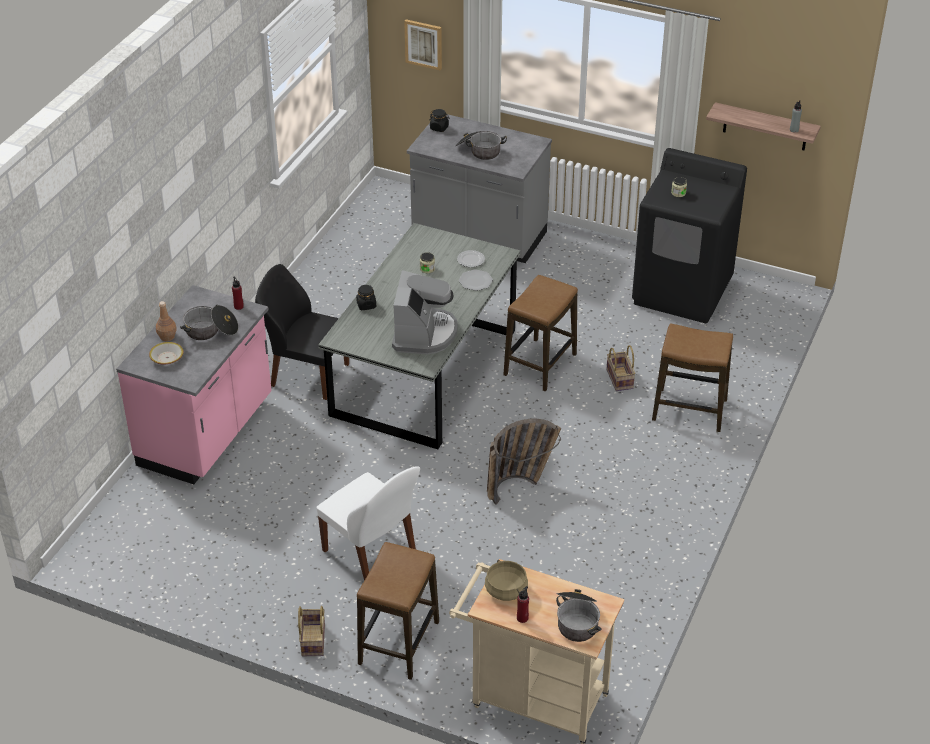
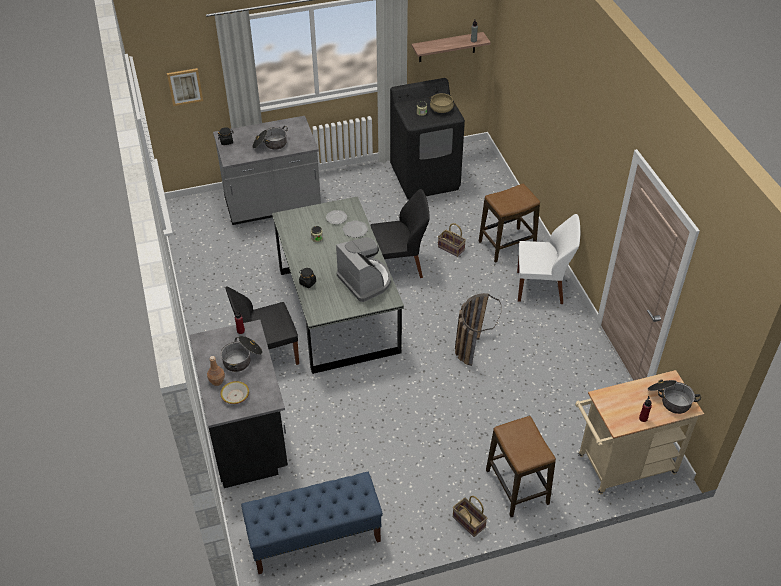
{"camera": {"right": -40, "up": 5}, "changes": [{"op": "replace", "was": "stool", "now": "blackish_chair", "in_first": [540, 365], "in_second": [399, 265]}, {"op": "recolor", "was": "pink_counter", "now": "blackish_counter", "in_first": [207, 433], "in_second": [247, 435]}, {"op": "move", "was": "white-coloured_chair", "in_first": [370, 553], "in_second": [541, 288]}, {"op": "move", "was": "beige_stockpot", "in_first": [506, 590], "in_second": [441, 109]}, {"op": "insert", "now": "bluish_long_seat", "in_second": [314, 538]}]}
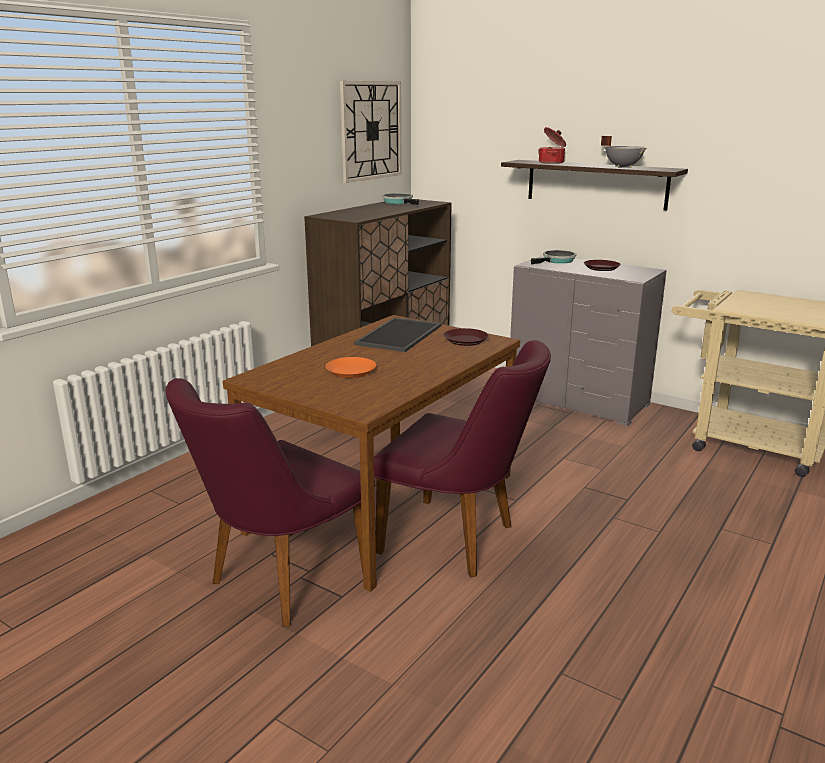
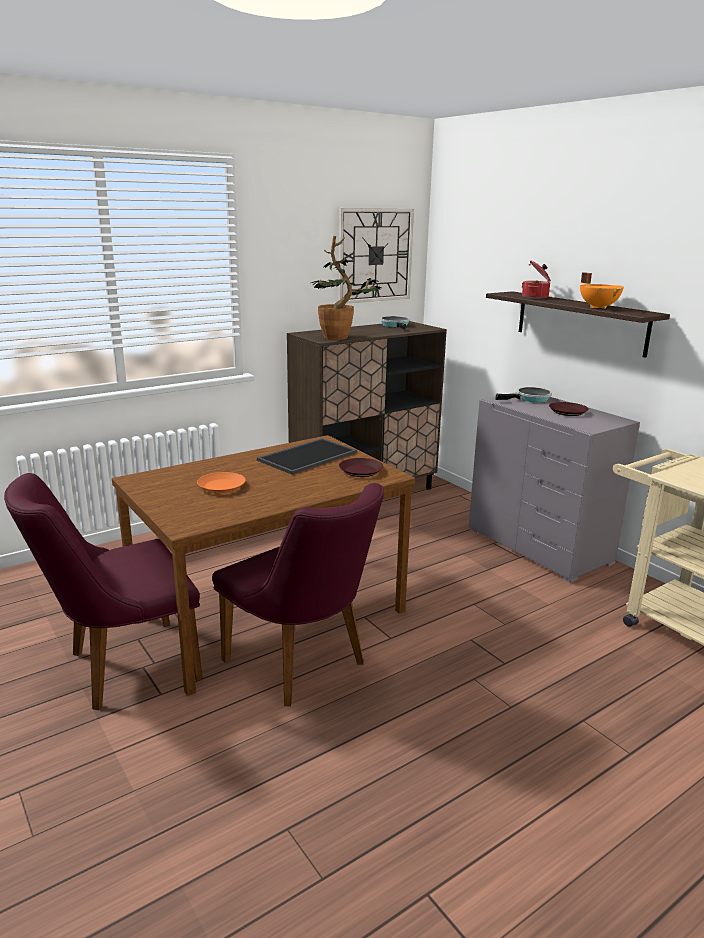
{"camera": {"right": 20, "up": 0}, "changes": [{"op": "recolor", "was": "grey_stockpot", "now": "orange_stockpot", "in_first": [623, 167], "in_second": [599, 307]}, {"op": "insert", "now": "houseplant", "in_second": [342, 337]}]}
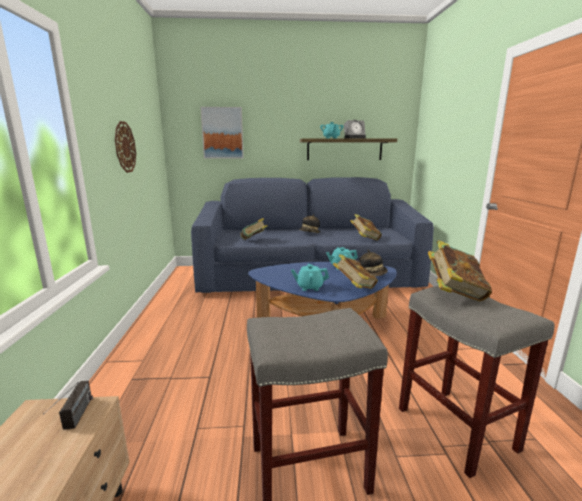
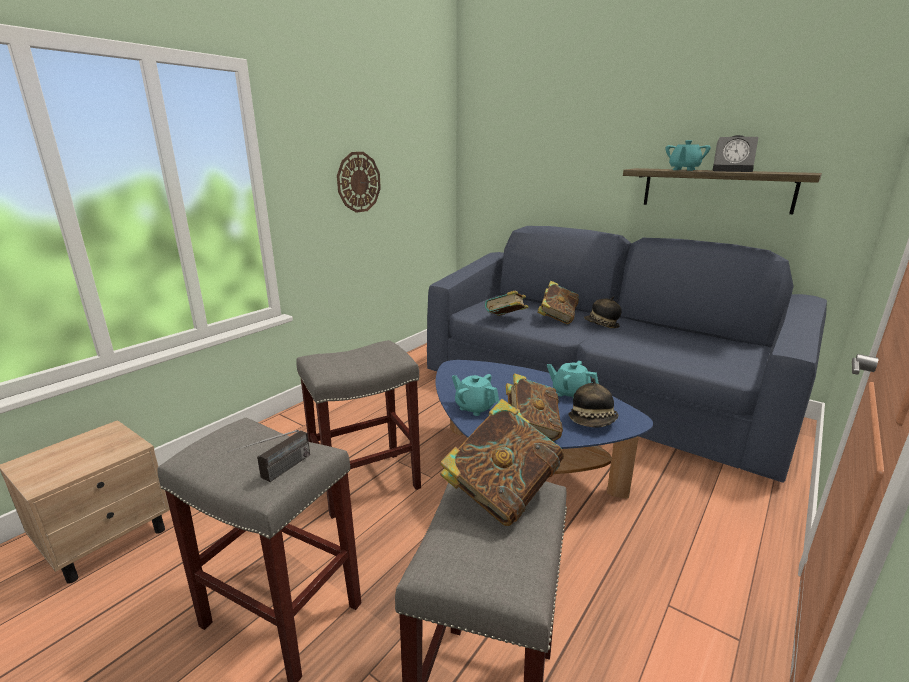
{"camera": {"right": 40, "up": 5}, "changes": [{"op": "delete", "was": "picture", "in_first": [222, 133]}, {"op": "move", "was": "book", "in_first": [365, 238], "in_second": [557, 318]}, {"op": "move", "was": "radio_receiver", "in_first": [74, 421], "in_second": [276, 474]}, {"op": "insert", "now": "grey_stool", "in_second": [367, 482]}]}
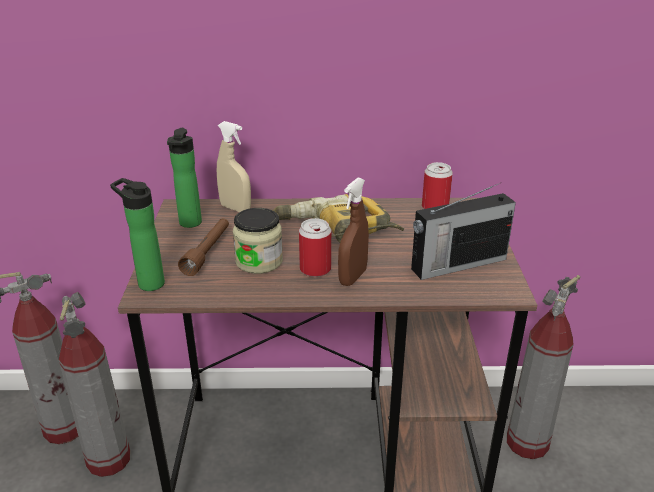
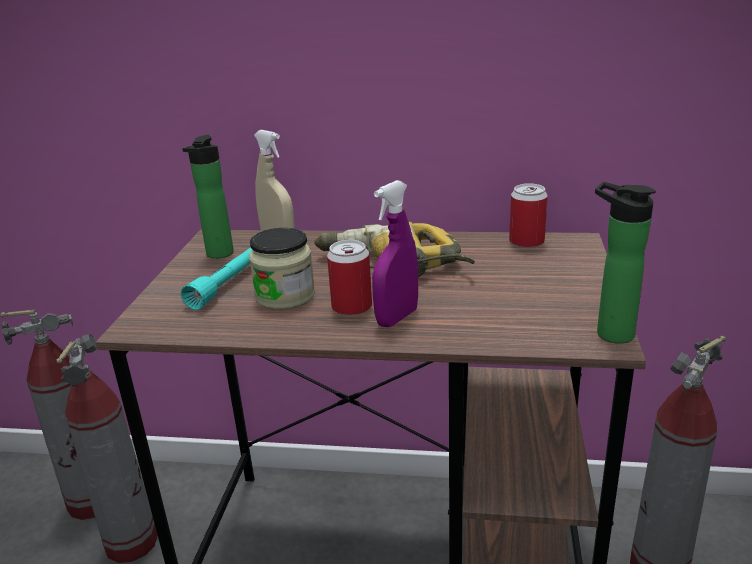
{"camera": {"right": 10, "up": -5}, "changes": [{"op": "move", "was": "drink_bottle", "in_first": [148, 283], "in_second": [609, 333]}, {"op": "recolor", "was": "brown_hand_sprayer", "now": "purple-coloured_hand_sprayer", "in_first": [352, 277], "in_second": [397, 318]}, {"op": "delete", "was": "radio_receiver", "in_first": [457, 264]}, {"op": "recolor", "was": "brown_hand_torch", "now": "blue-green_hand_torch", "in_first": [207, 252], "in_second": [227, 285]}]}
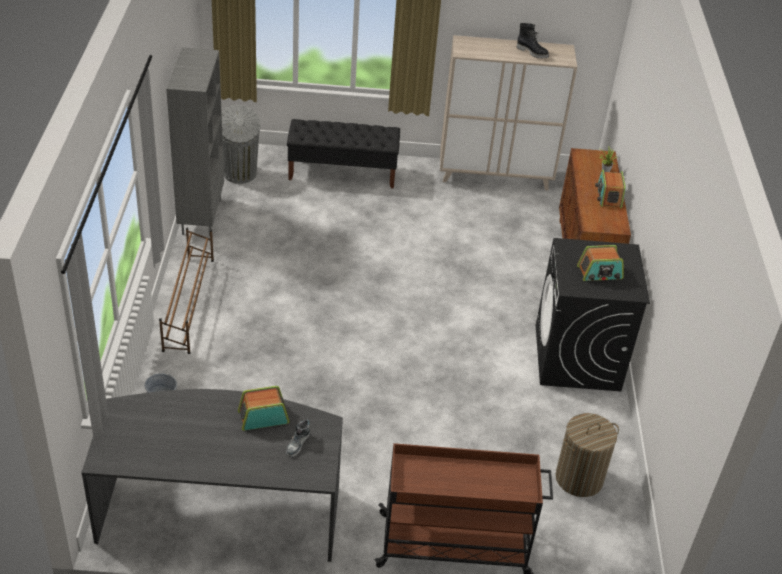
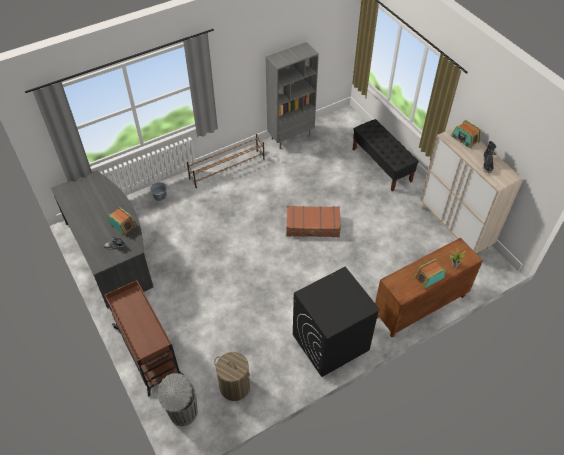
{"camera": {"right": 60, "up": 10}, "changes": [{"op": "move", "was": "grey_waste_bin", "in_first": [240, 174], "in_second": [182, 413]}, {"op": "move", "was": "radio_receiver", "in_first": [600, 273], "in_second": [464, 139]}, {"op": "insert", "now": "brown_travel_case", "in_second": [313, 226]}]}
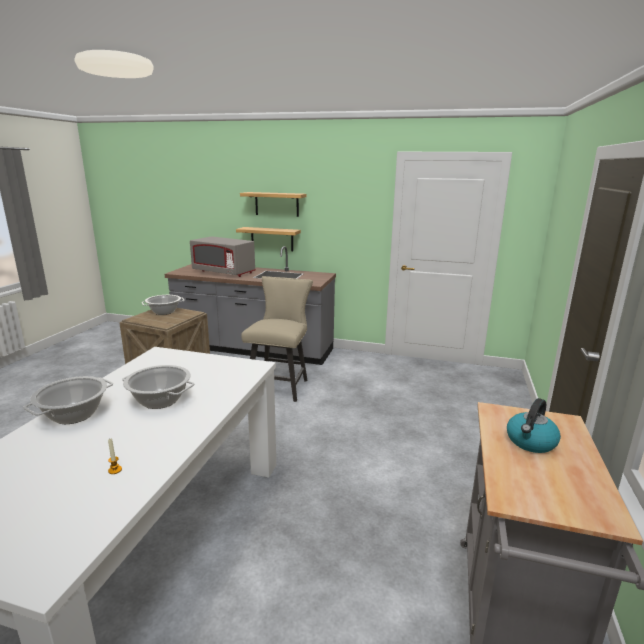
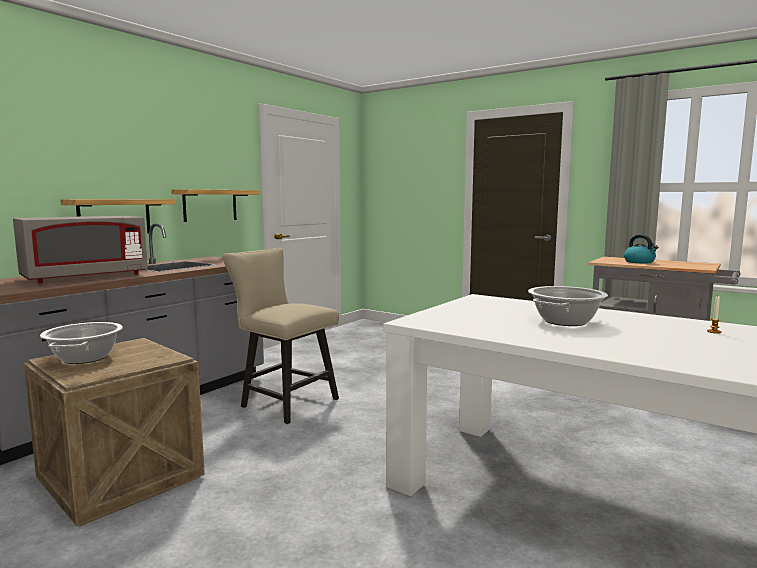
{"camera": {"right": -70, "up": -10}, "changes": [{"op": "move", "was": "wall_shelf", "in_first": [276, 204], "in_second": [210, 205]}, {"op": "delete", "was": "stockpot", "in_first": [74, 414]}]}
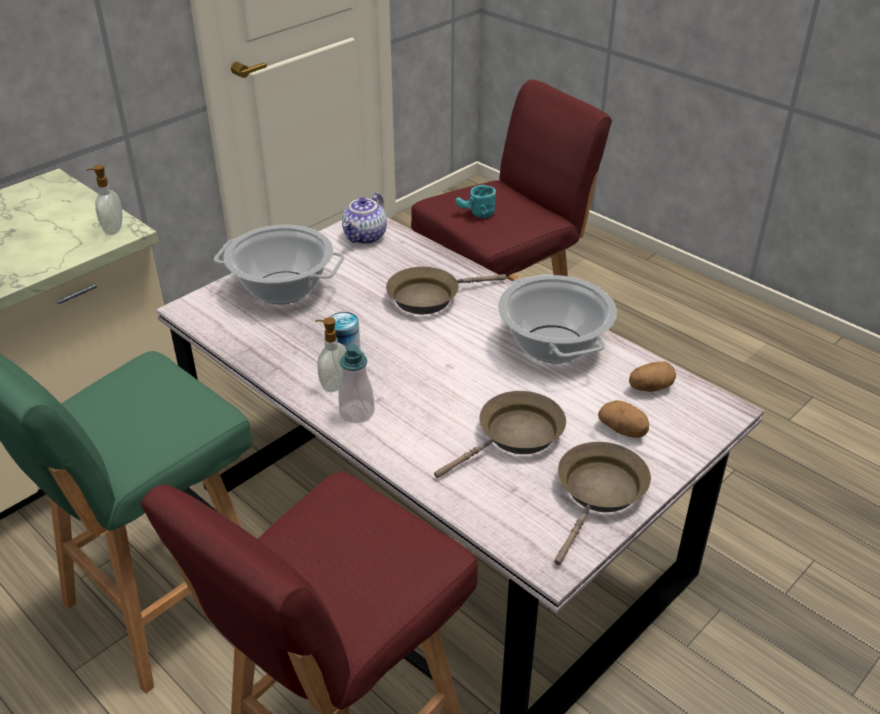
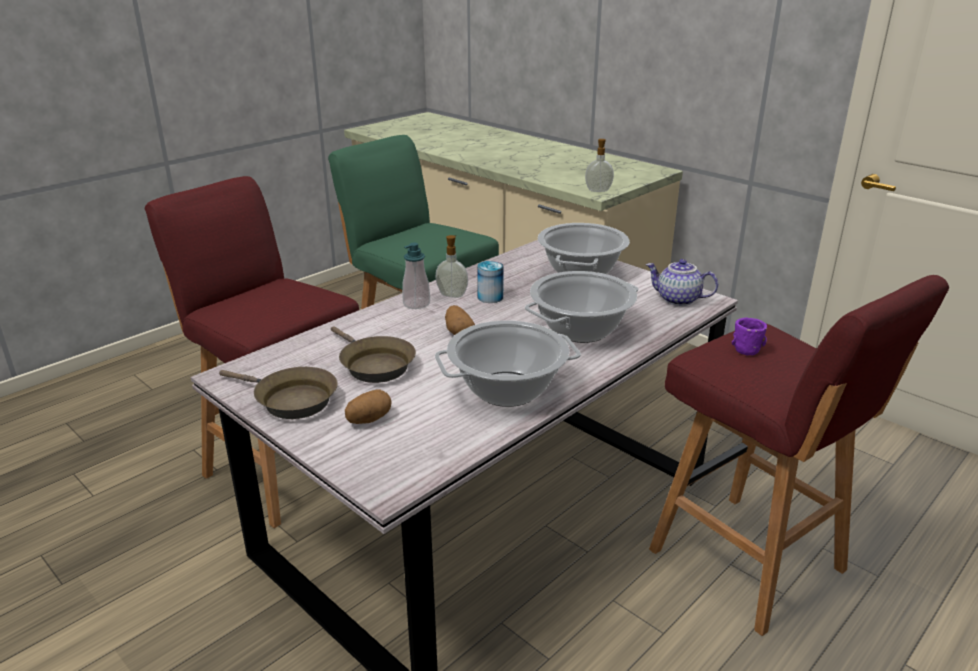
{"camera": {"right": 90, "up": -10}, "changes": [{"op": "recolor", "was": "blue-green_coffee_mug", "now": "purple-coloured_coffee_mug", "in_first": [475, 214], "in_second": [743, 346]}, {"op": "replace", "was": "brown_pan", "now": "stockpot", "in_first": [429, 297], "in_second": [581, 329]}, {"op": "move", "was": "spud", "in_first": [650, 387], "in_second": [458, 332]}]}
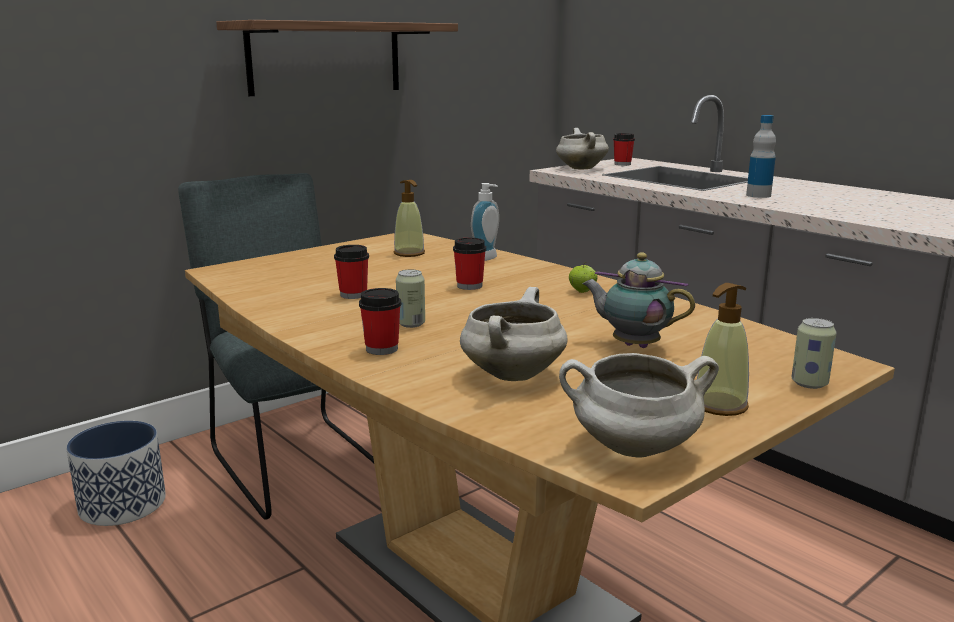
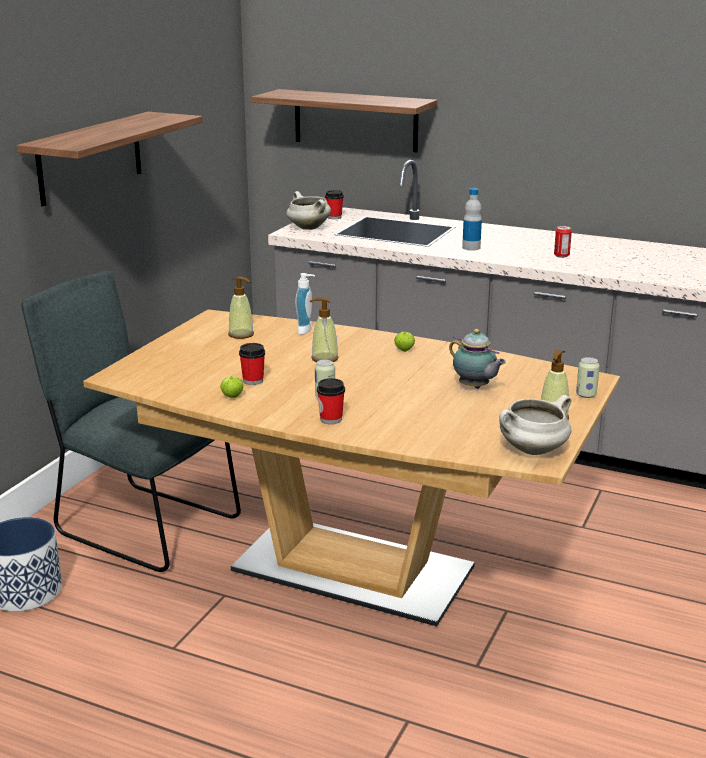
{"camera": {"right": -25, "up": 5}, "changes": [{"op": "replace", "was": "drinking_cup", "now": "liquid_soap_bottle", "in_first": [469, 286], "in_second": [324, 358]}, {"op": "rotate", "was": "tea_pot", "in_first": [632, 345], "in_second": [475, 387], "clockwise": -135}, {"op": "delete", "was": "white-coloured_stockpot", "in_first": [512, 374]}, {"op": "insert", "now": "wall_shelf", "in_second": [355, 120]}, {"op": "insert", "now": "sealed_can", "in_second": [561, 256]}, {"op": "insert", "now": "apple_fruit", "in_second": [232, 396]}]}
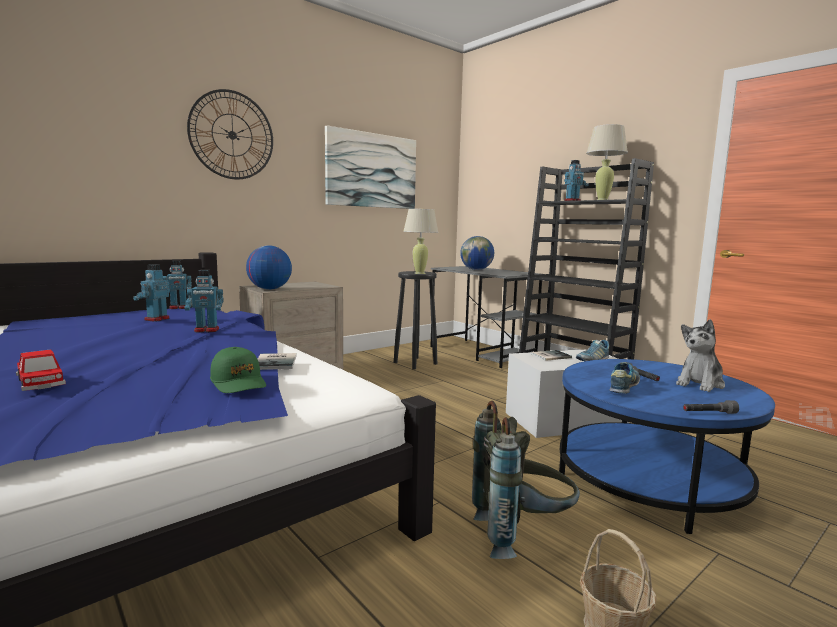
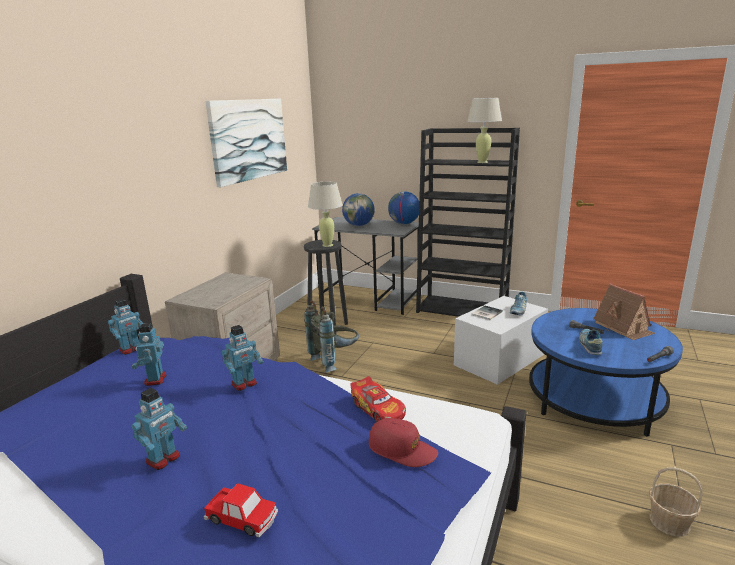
{"camera": {"right": -25, "up": 10}, "changes": [{"op": "delete", "was": "hanging_clock", "in_first": [232, 135]}, {"op": "move", "was": "toy_robot", "in_first": [572, 201], "in_second": [163, 459]}, {"op": "move", "was": "desk_globe", "in_first": [269, 289], "in_second": [404, 223]}, {"op": "replace", "was": "plush_toy", "now": "toy_house", "in_first": [700, 384], "in_second": [623, 327]}, {"op": "recolor", "was": "green-coloured_peaked_cap", "now": "reddish_peaked_cap", "in_first": [238, 382], "in_second": [402, 450]}, {"op": "replace", "was": "book", "now": "model_car", "in_first": [277, 362], "in_second": [378, 409]}, {"op": "move", "was": "grey_rucksack", "in_first": [521, 535], "in_second": [335, 361]}]}
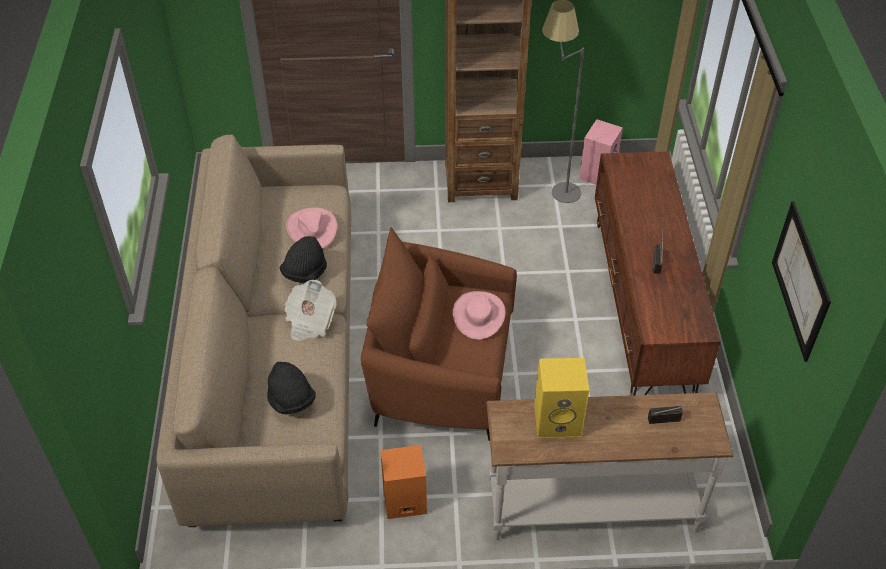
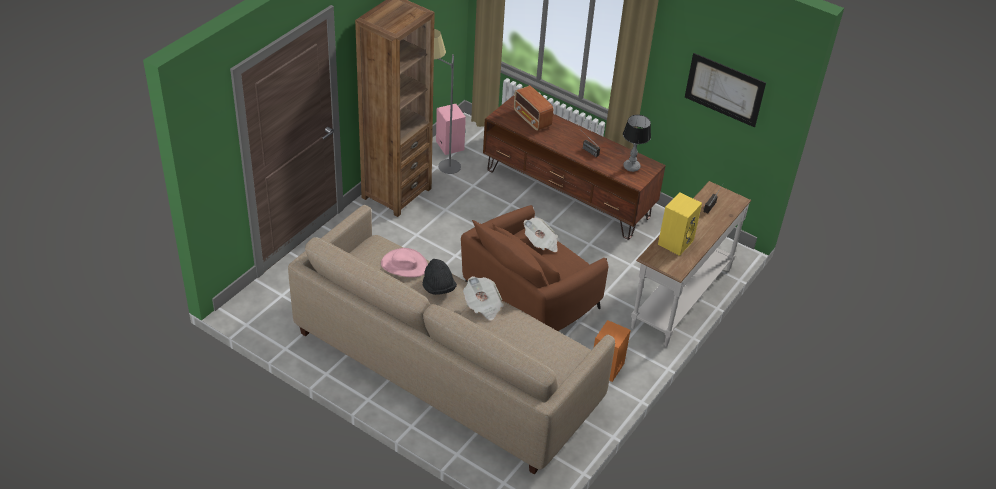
{"camera": {"right": -55, "up": -5}, "changes": [{"op": "replace", "was": "pink_hat", "now": "printed_paper", "in_first": [479, 315], "in_second": [541, 243]}, {"op": "delete", "was": "blackish_hat", "in_first": [291, 400]}, {"op": "insert", "now": "radio_receiver", "in_second": [532, 119]}, {"op": "insert", "now": "table_lamp", "in_second": [631, 167]}]}
